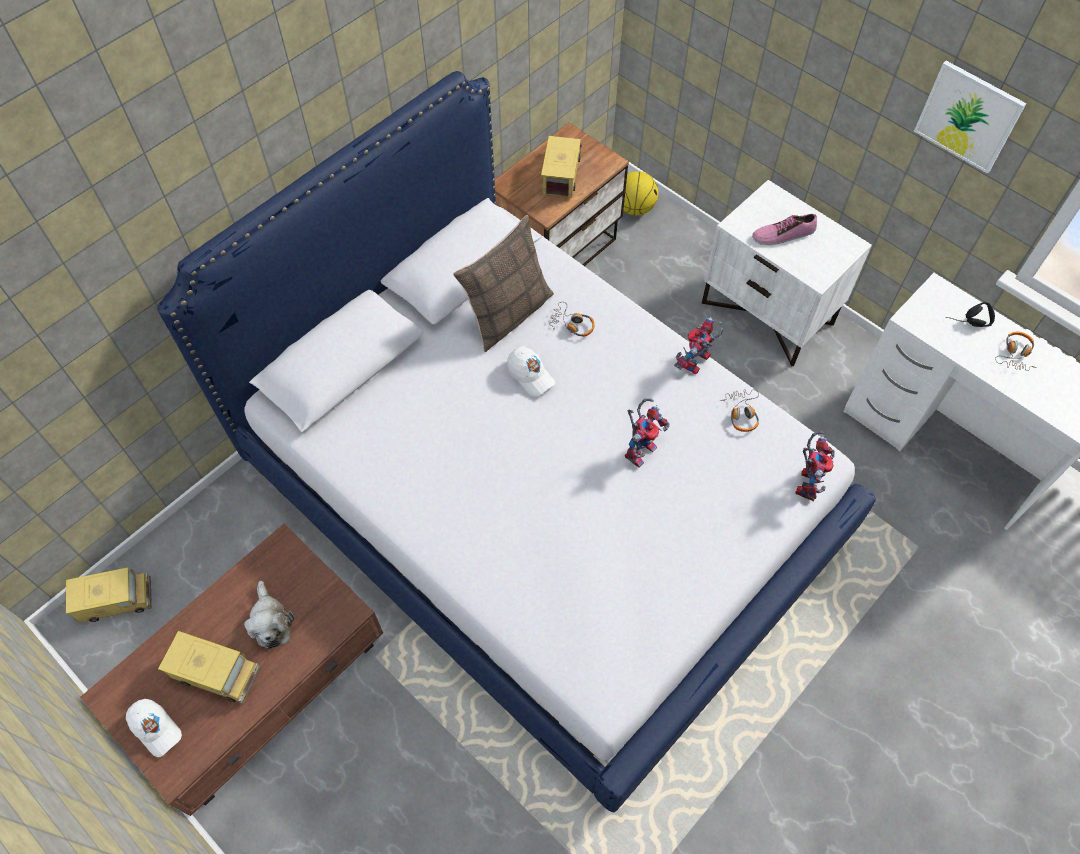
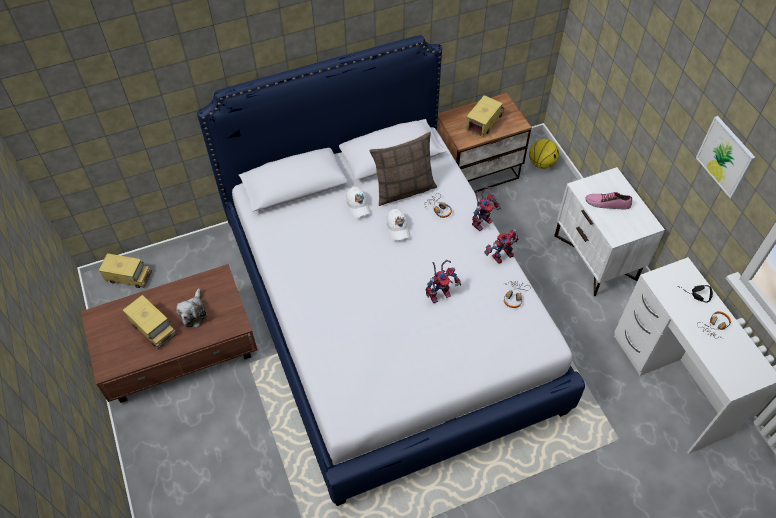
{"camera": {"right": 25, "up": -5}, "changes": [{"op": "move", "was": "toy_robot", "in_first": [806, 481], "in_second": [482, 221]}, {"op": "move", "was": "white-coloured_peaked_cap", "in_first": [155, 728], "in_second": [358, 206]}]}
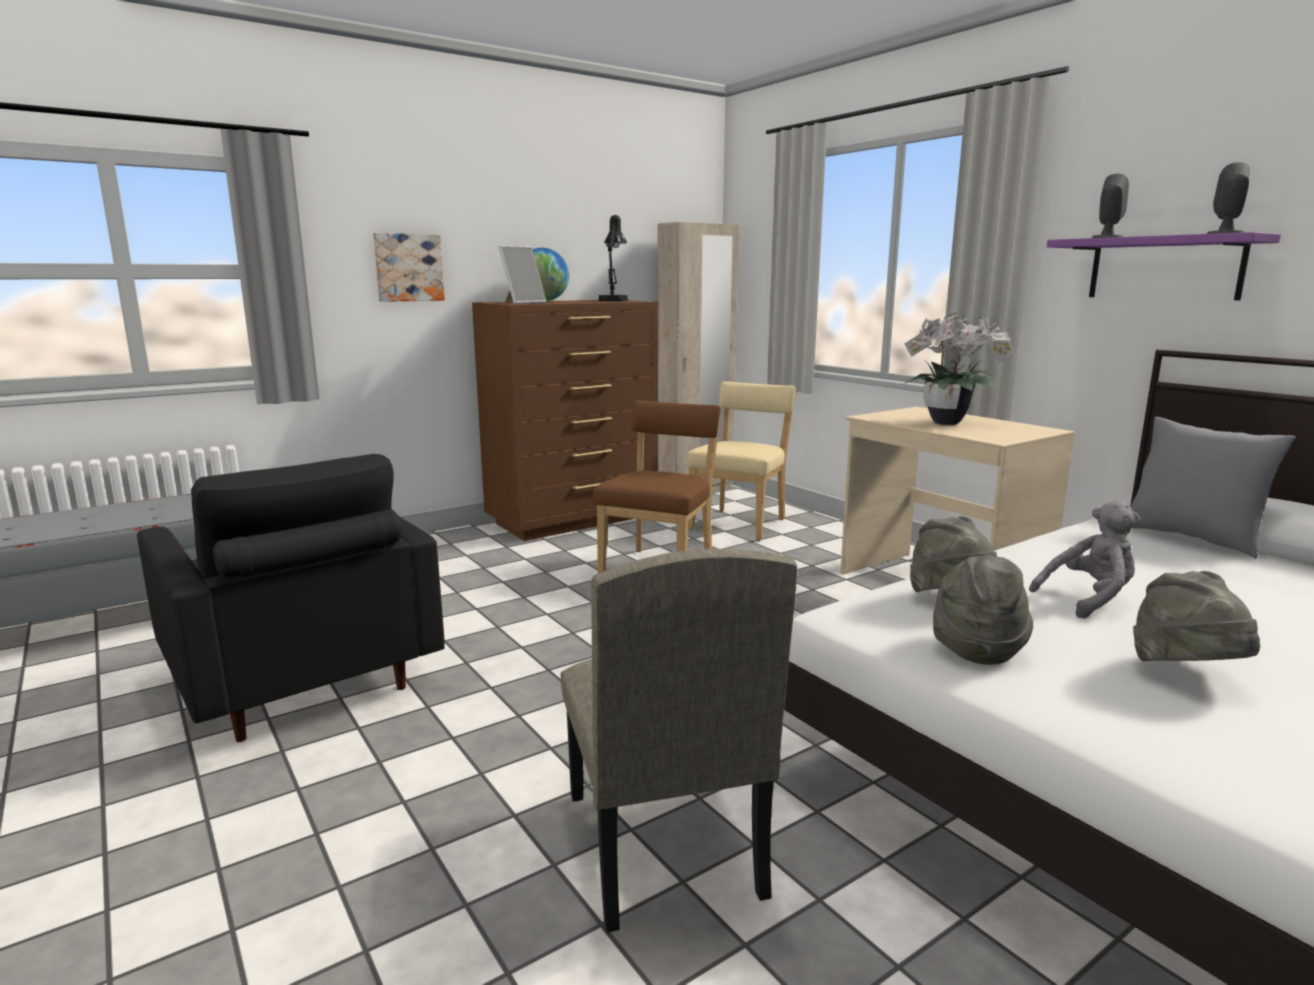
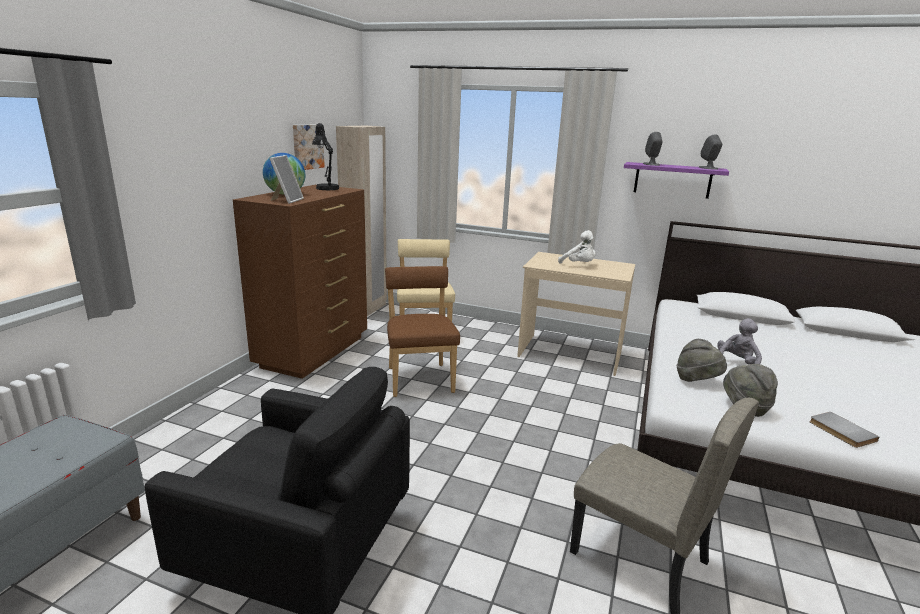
{"camera": {"right": -35, "up": 5}, "changes": [{"op": "move", "was": "picture", "in_first": [408, 267], "in_second": [307, 146]}, {"op": "replace", "was": "houseplant", "now": "white-coloured_plush_toy", "in_first": [950, 423], "in_second": [579, 265]}, {"op": "delete", "was": "grey_cushion", "in_first": [1191, 539]}, {"op": "delete", "was": "grey_hat", "in_first": [1186, 673]}, {"op": "insert", "now": "grey_book", "in_second": [840, 431]}]}
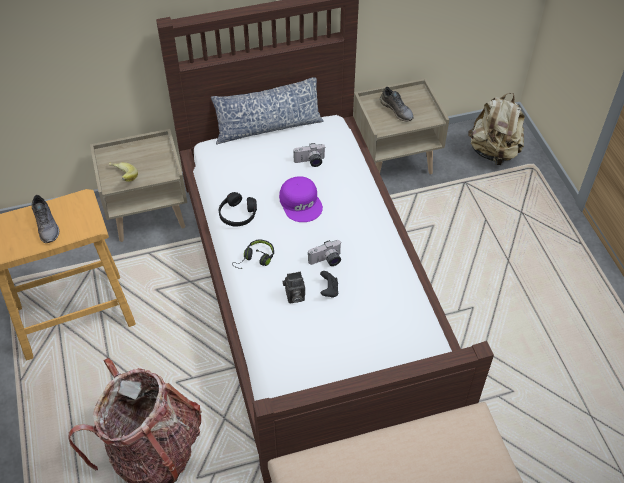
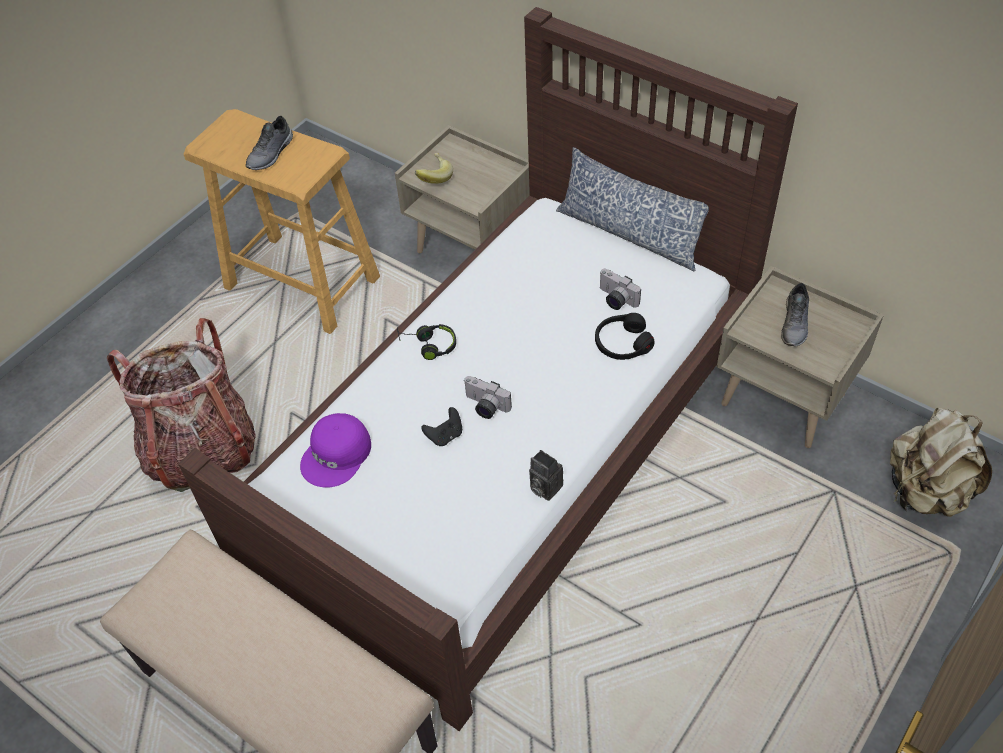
{"camera": {"right": 55, "up": 0}, "changes": [{"op": "move", "was": "purple-coloured_peaked_cap", "in_first": [301, 202], "in_second": [337, 455]}, {"op": "move", "was": "blackish_headset", "in_first": [238, 214], "in_second": [622, 343]}, {"op": "move", "was": "photo_camera", "in_first": [294, 297], "in_second": [543, 487]}]}
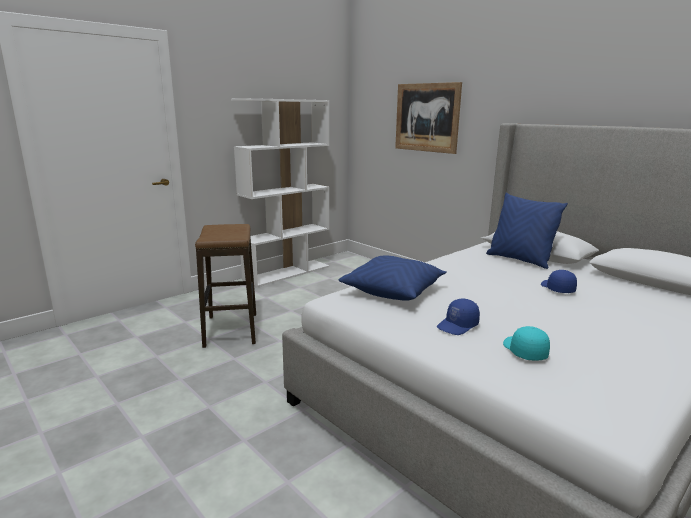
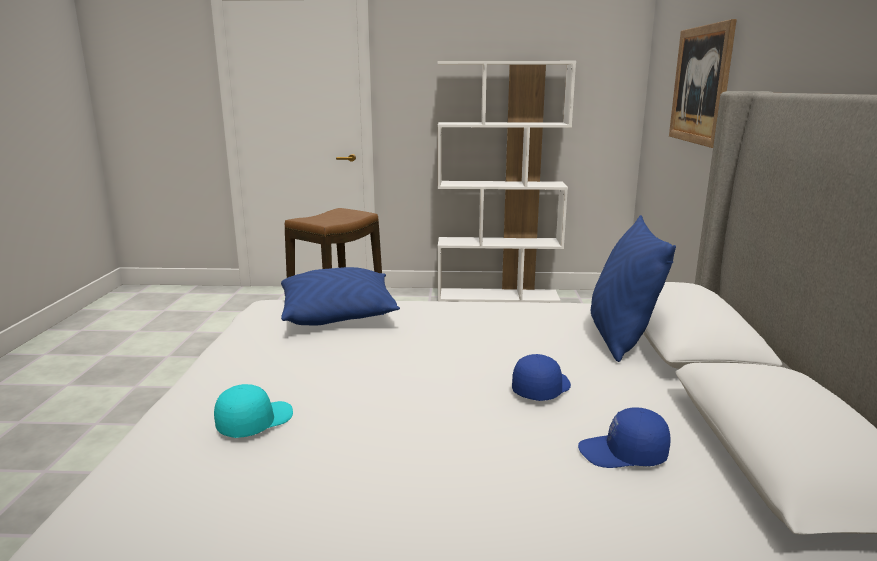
{"camera": {"right": 45, "up": 0}, "changes": [{"op": "move", "was": "bluish_peaked_cap", "in_first": [458, 326], "in_second": [623, 454]}]}
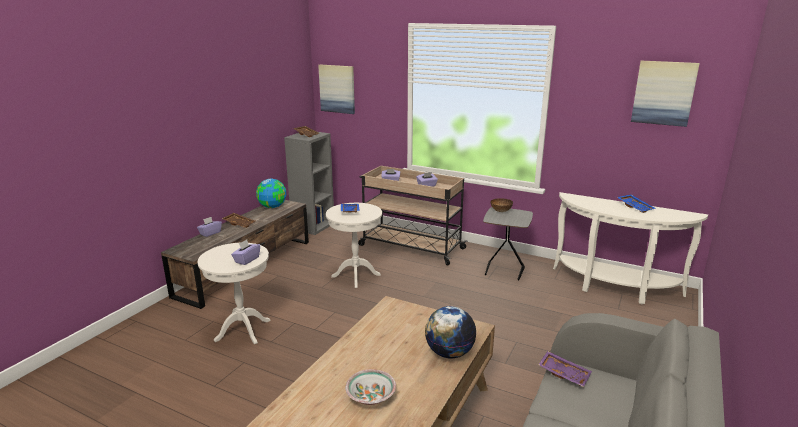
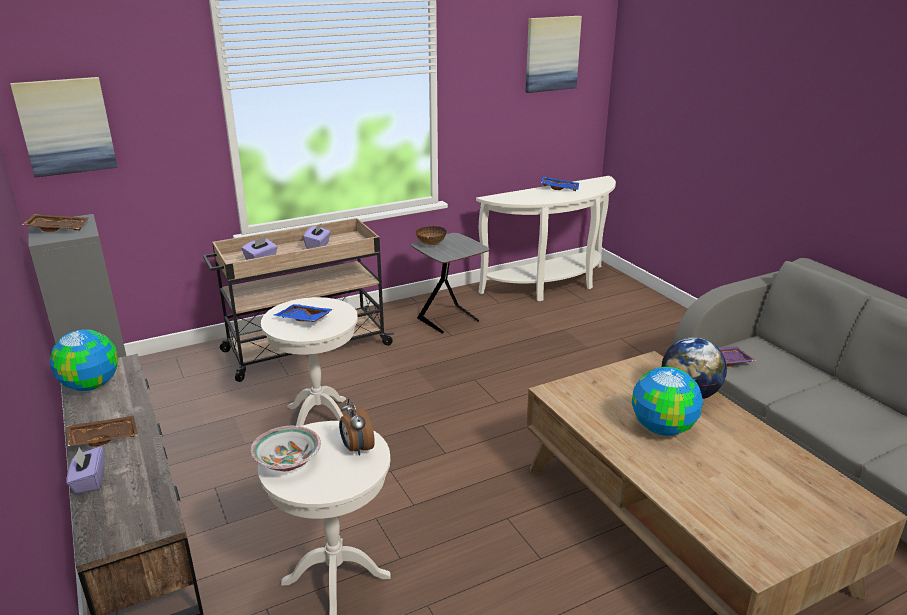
{"camera": {"right": -55, "up": 5}, "changes": [{"op": "replace", "was": "purple-coloured_box_of_tissues", "now": "bedside_clock", "in_first": [246, 260], "in_second": [356, 448]}, {"op": "move", "was": "serving_bowl", "in_first": [370, 396], "in_second": [286, 461]}, {"op": "insert", "now": "desk_globe", "in_second": [662, 428]}]}
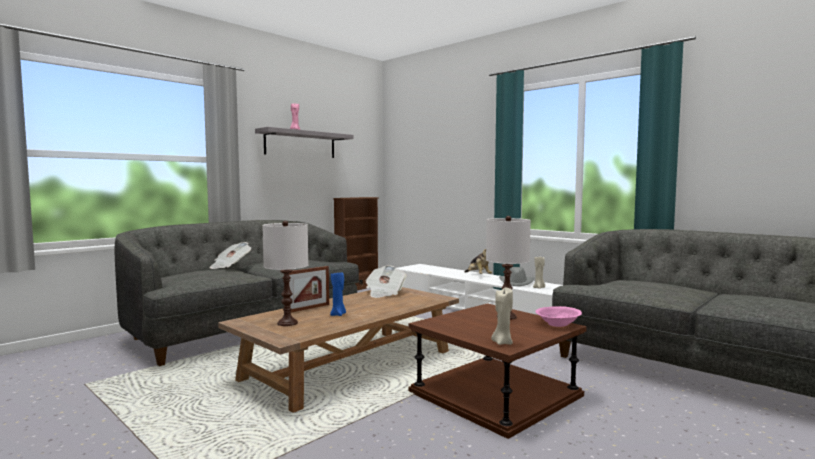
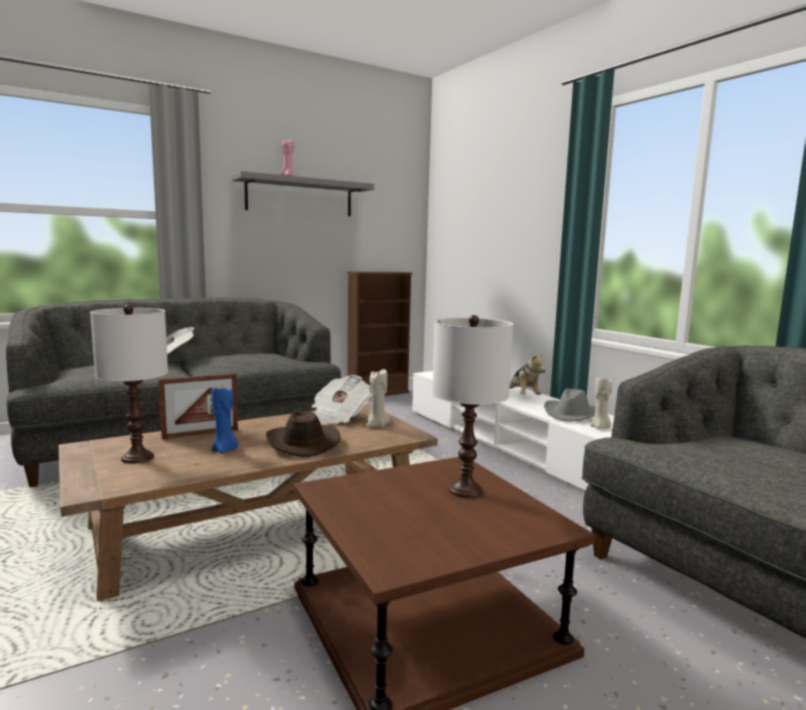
{"camera": {"right": 15, "up": 5}, "changes": [{"op": "move", "was": "beige_wax_candle", "in_first": [502, 342], "in_second": [377, 425]}, {"op": "delete", "was": "pink_serving_bowl", "in_first": [558, 324]}, {"op": "insert", "now": "brown_hat", "in_second": [302, 443]}]}
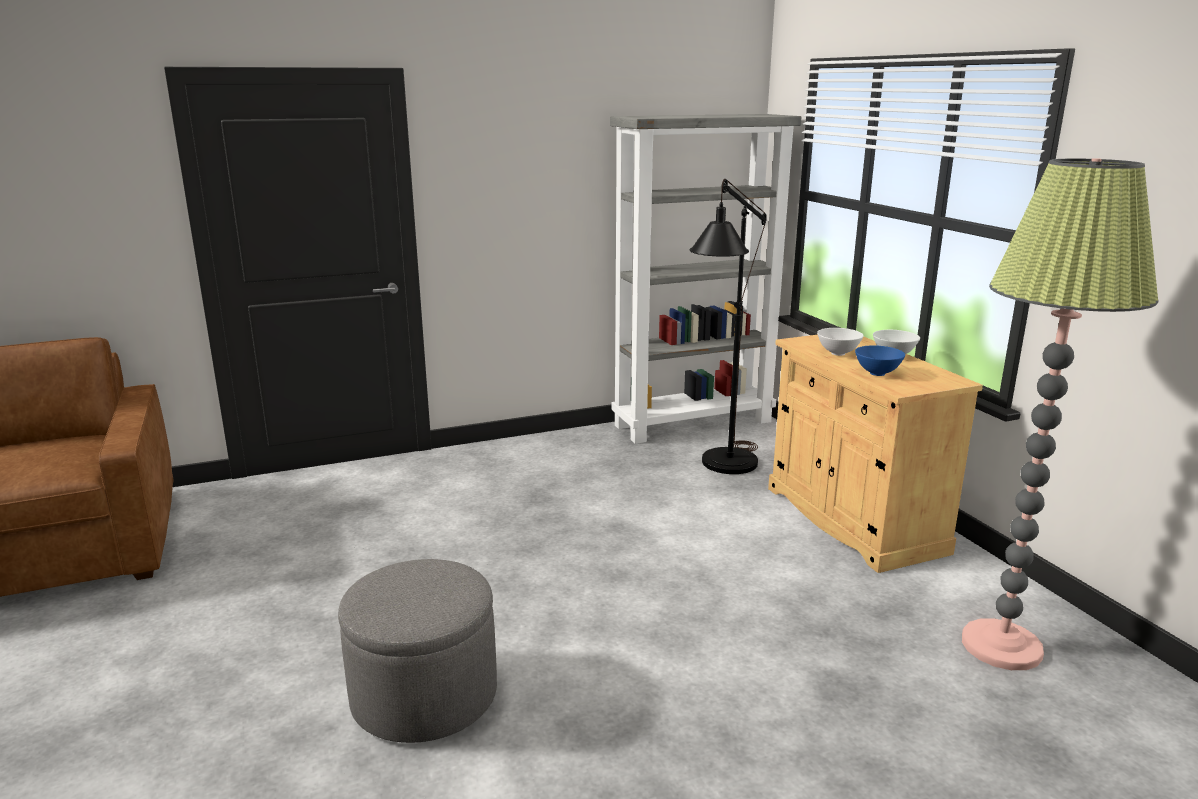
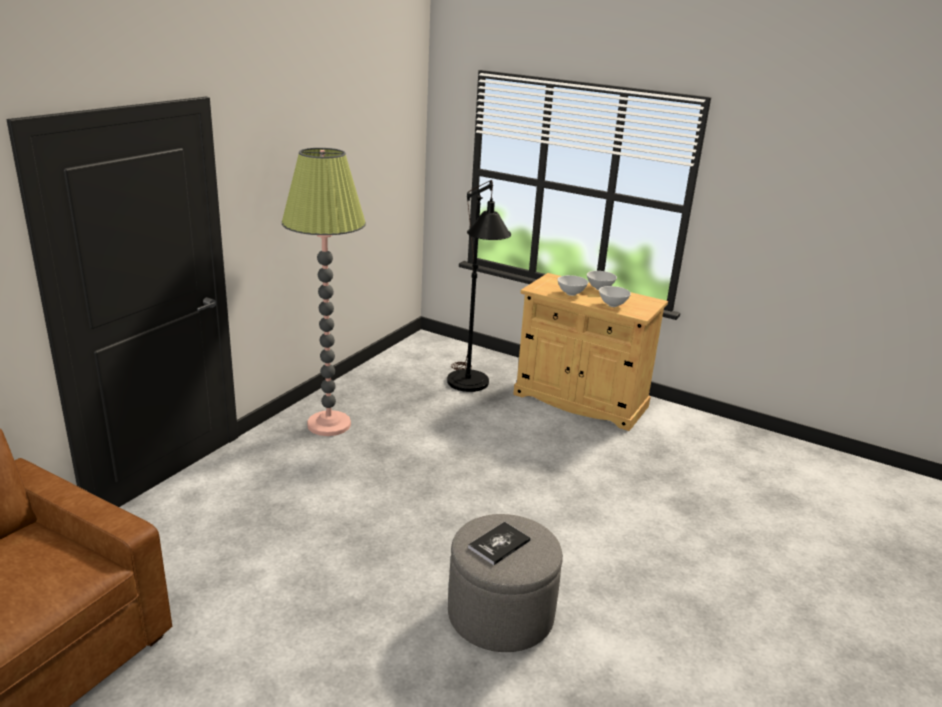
{"camera": {"right": -40, "up": 5}, "changes": [{"op": "delete", "was": "grey_bookcase", "in_first": [693, 423]}, {"op": "move", "was": "standing_lamp", "in_first": [1001, 646], "in_second": [329, 424]}, {"op": "recolor", "was": "bluish_serving_bowl", "now": "white-coloured_serving_bowl", "in_first": [877, 373], "in_second": [612, 305]}, {"op": "insert", "now": "book", "in_second": [499, 544]}]}
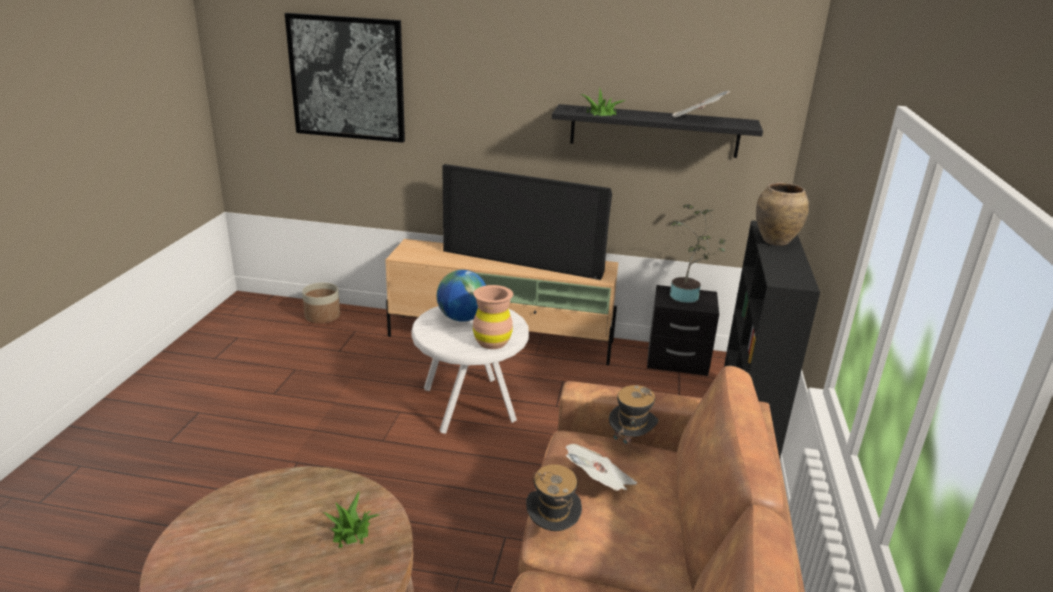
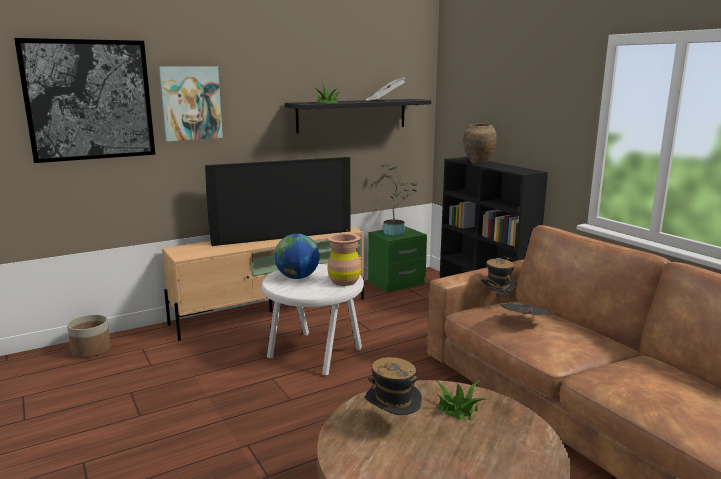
{"camera": {"right": -40, "up": -10}, "changes": [{"op": "recolor", "was": "blackish_night_table", "now": "green-coloured_night_table", "in_first": [677, 361], "in_second": [397, 283]}, {"op": "move", "was": "hat", "in_first": [551, 531], "in_second": [392, 424]}, {"op": "insert", "now": "picture", "in_second": [191, 103]}]}
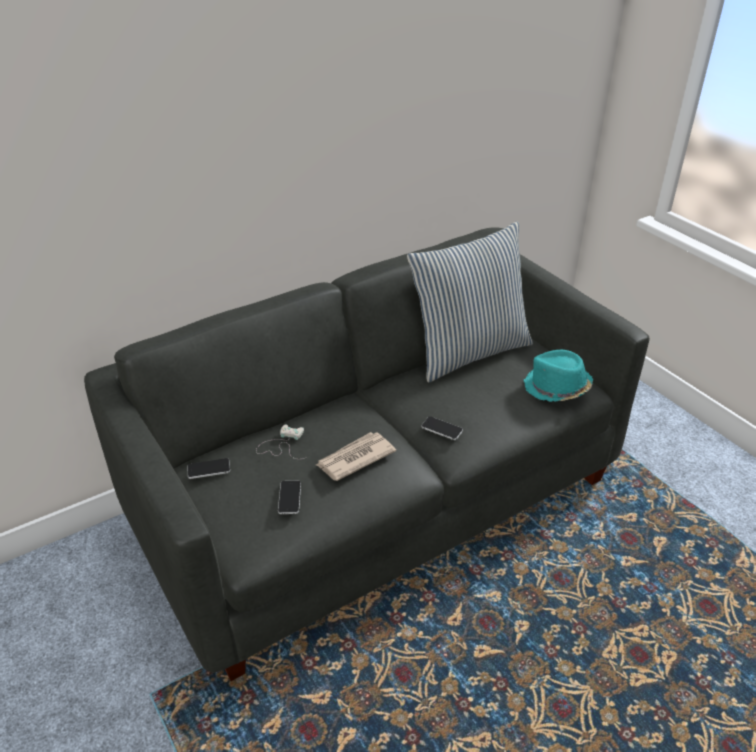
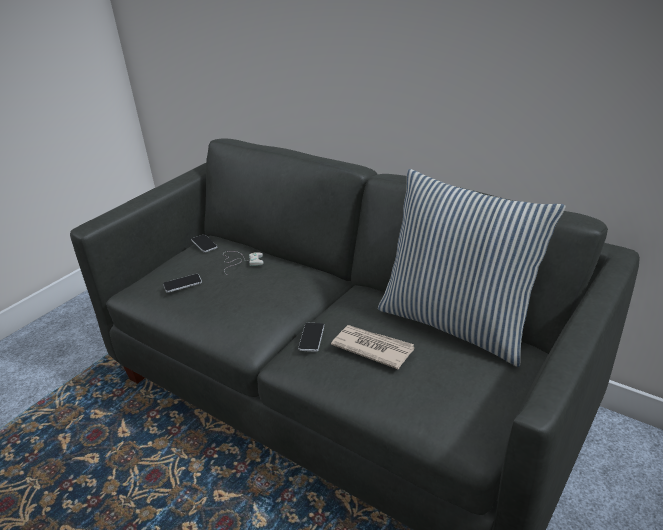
{"camera": {"right": 70, "up": -5}, "changes": [{"op": "delete", "was": "blue-green_hat", "in_first": [556, 388]}, {"op": "move", "was": "printed_paper", "in_first": [354, 458], "in_second": [372, 348]}]}
